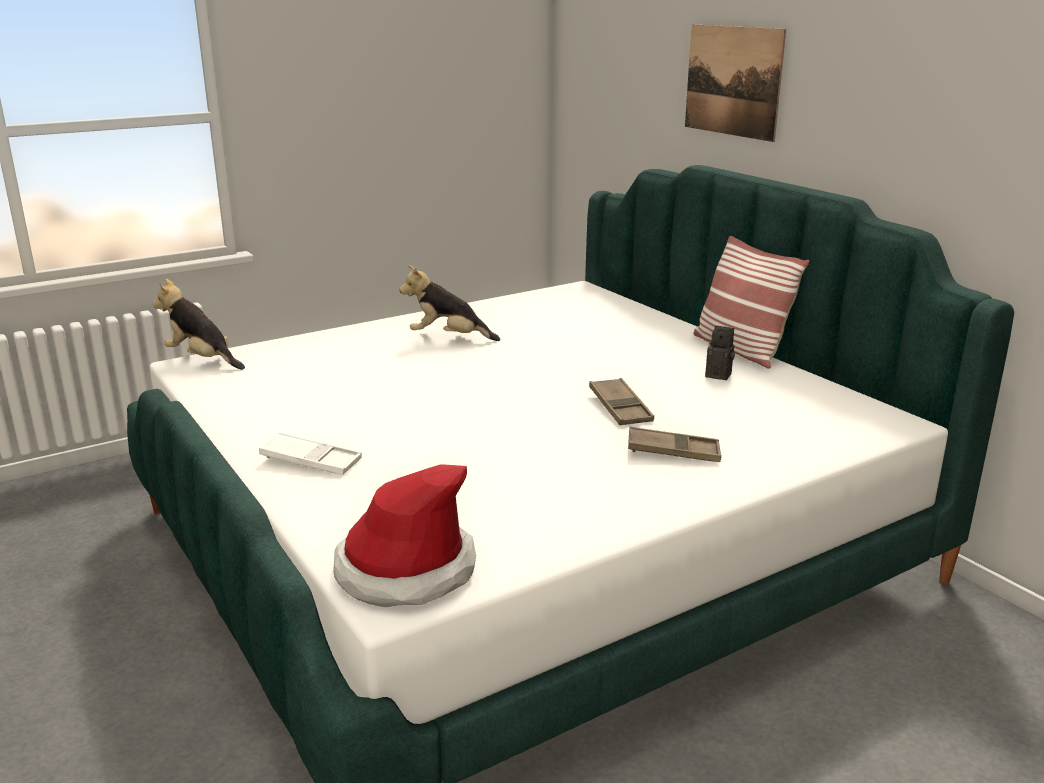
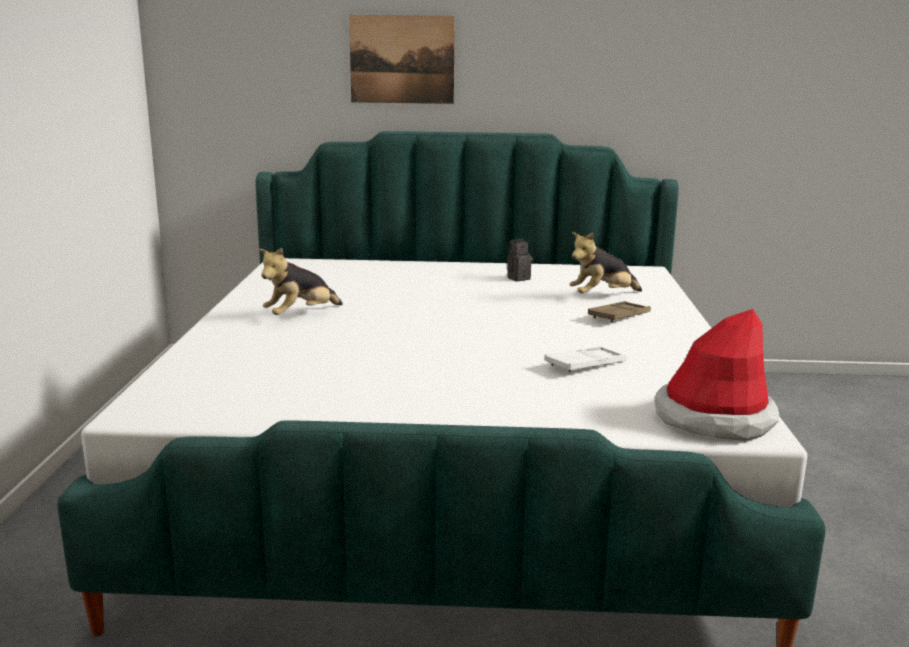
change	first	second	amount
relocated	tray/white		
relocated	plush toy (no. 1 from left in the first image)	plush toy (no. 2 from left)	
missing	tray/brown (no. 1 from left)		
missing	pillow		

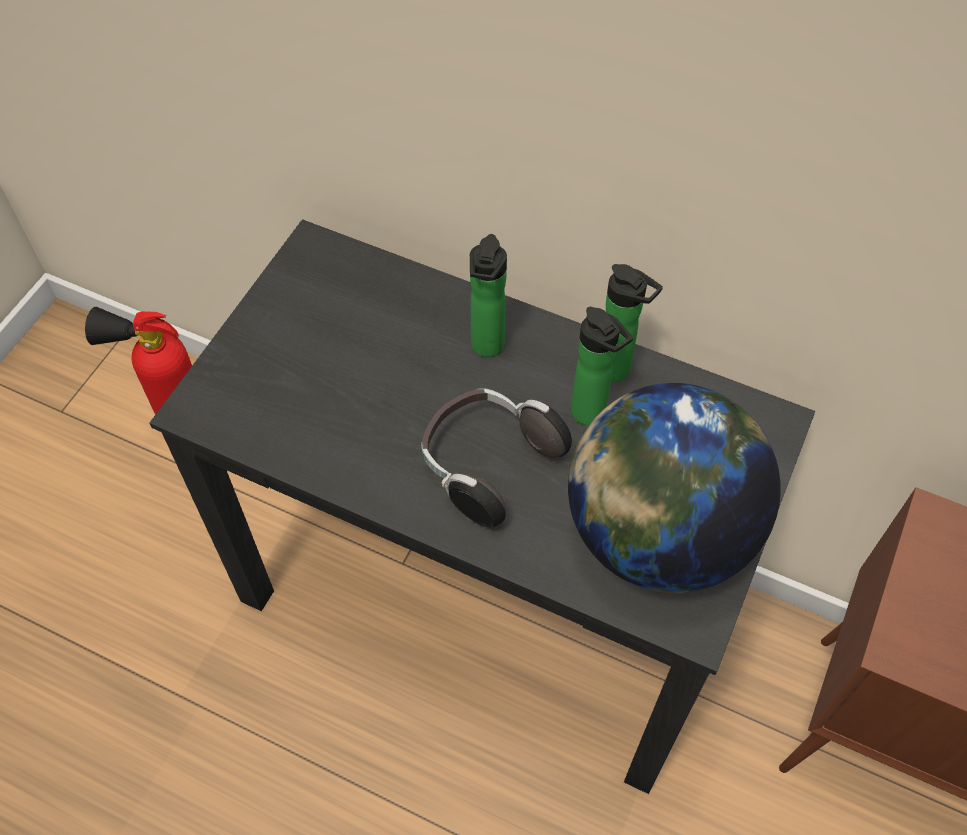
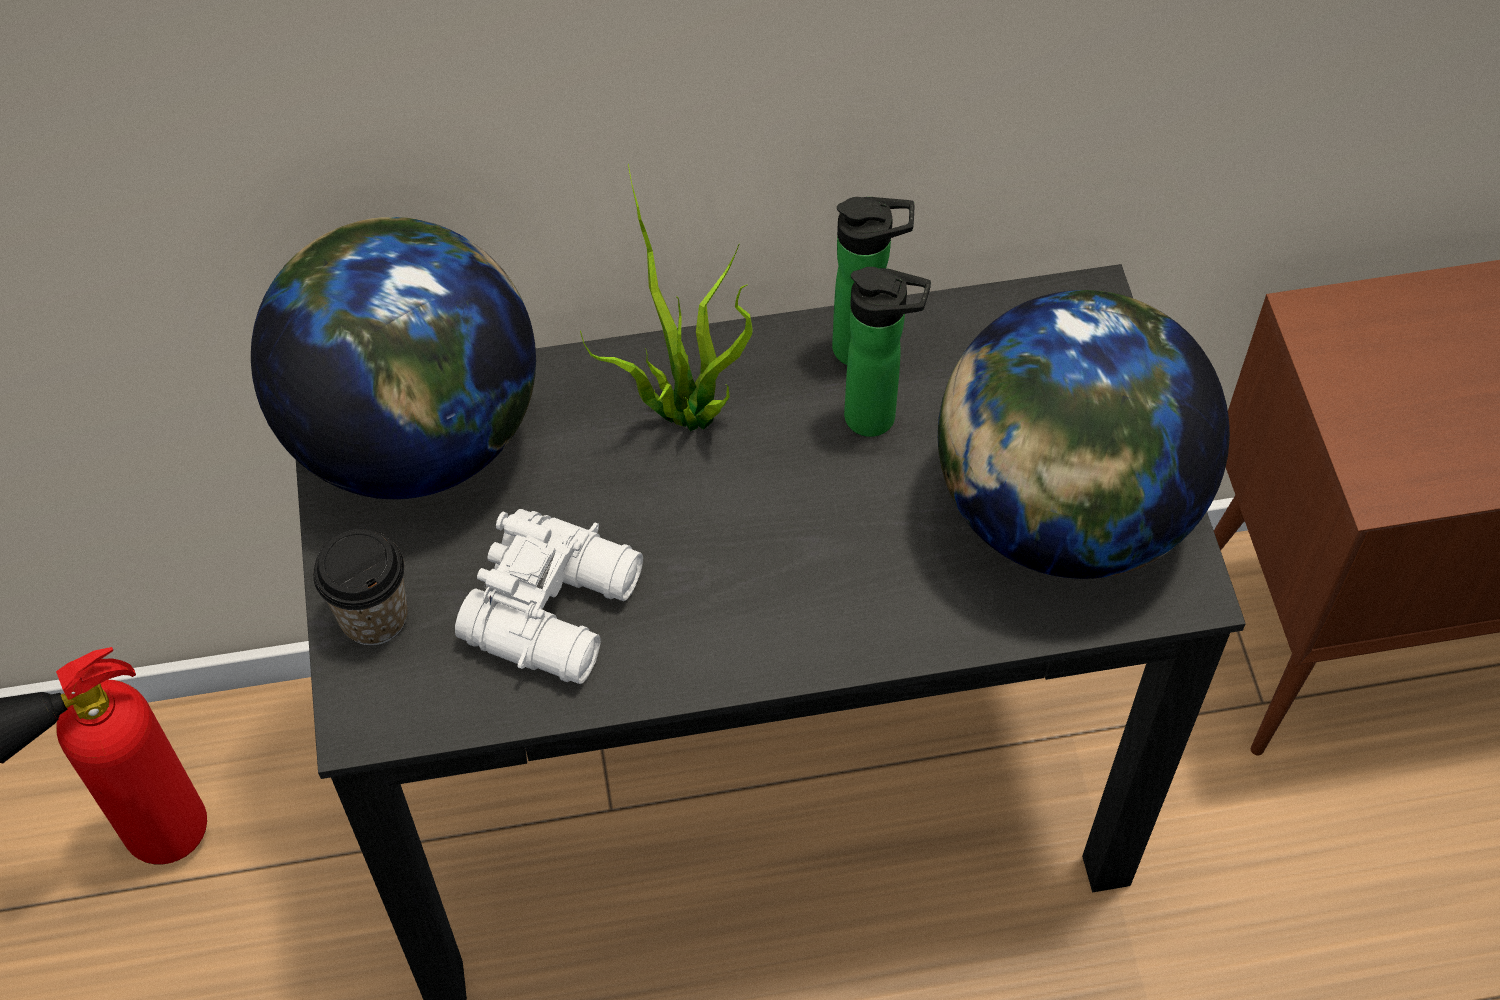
change	first	second	amount
appeared		globe (no. 1 from left)	
appeared		cup	
appeared		binoculars/white	
exchanged	bottle (no. 1 from left)	potted plant	
missing	headphones		

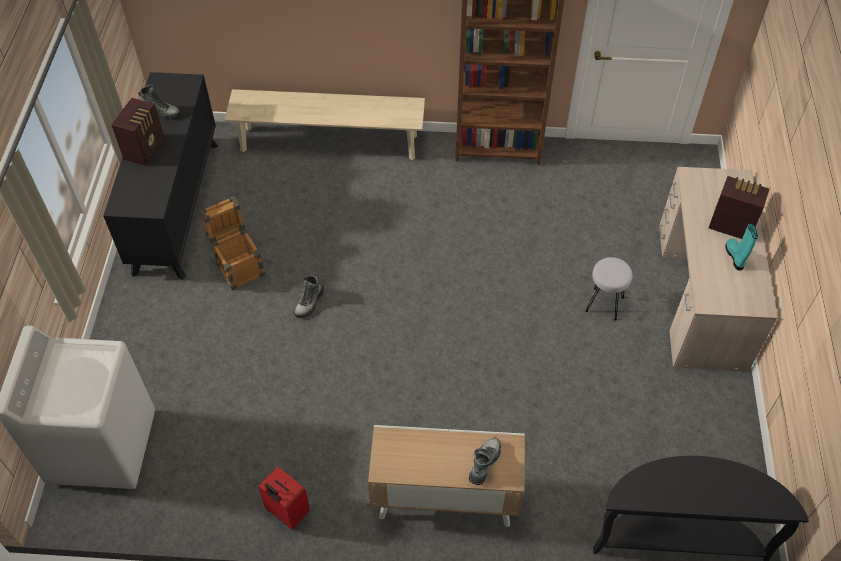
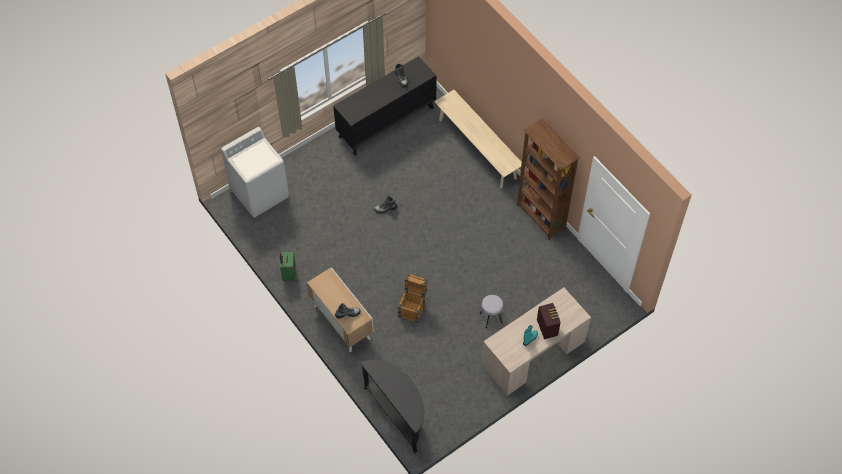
change	first	second	amount
colour	suitcase/red	suitcase/green	
relocated	crate		
missing	radio (no. 1 from left)		

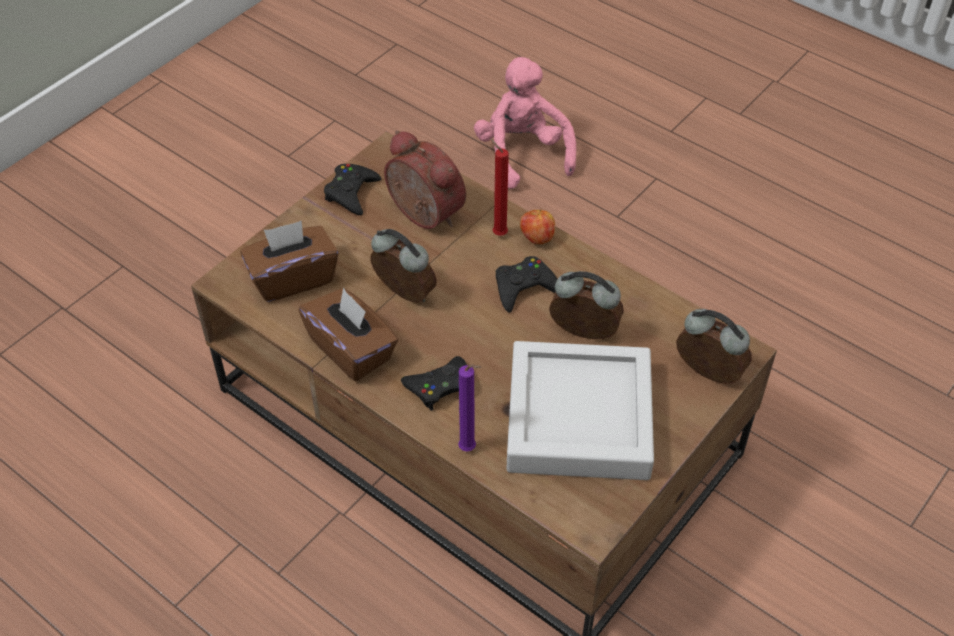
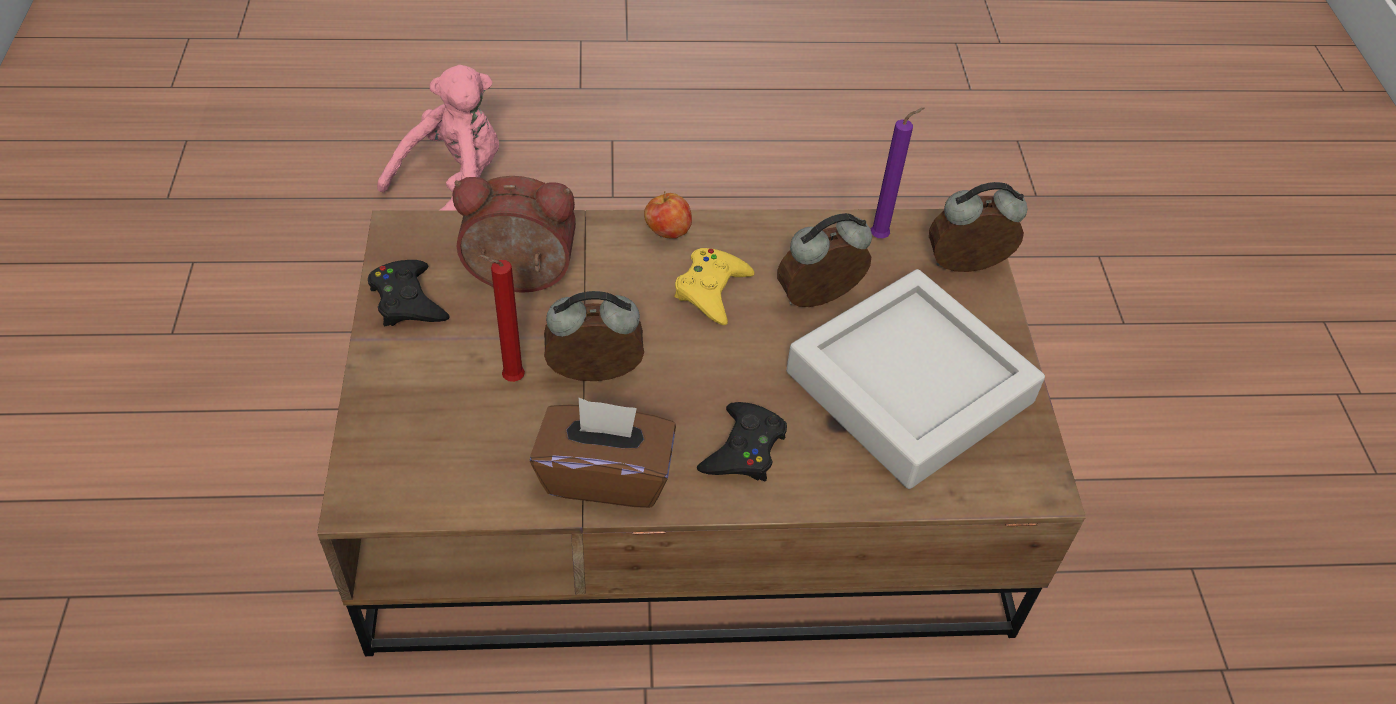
change	first	second	amount
spun	plush toy/pink		105 degrees clockwise
relocated	candle/red		
colour	game controller/black (no. 3 from left)	game controller/yellow	
relocated	candle/purple		
missing	tissue box/brown (no. 1 from left)		

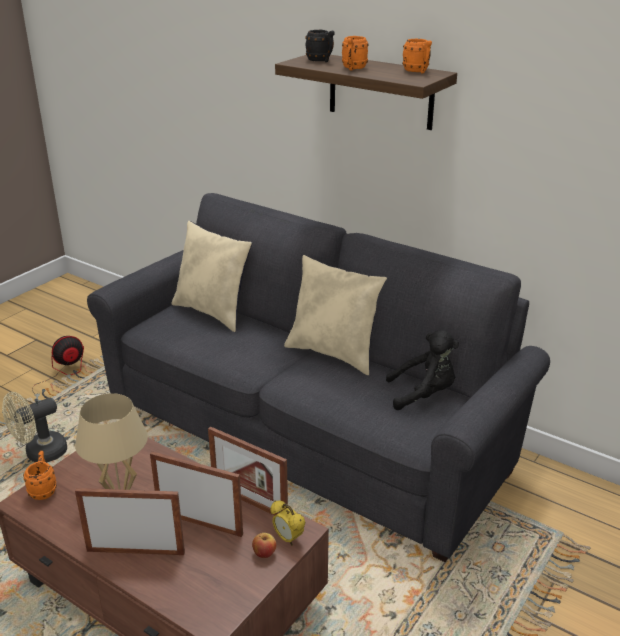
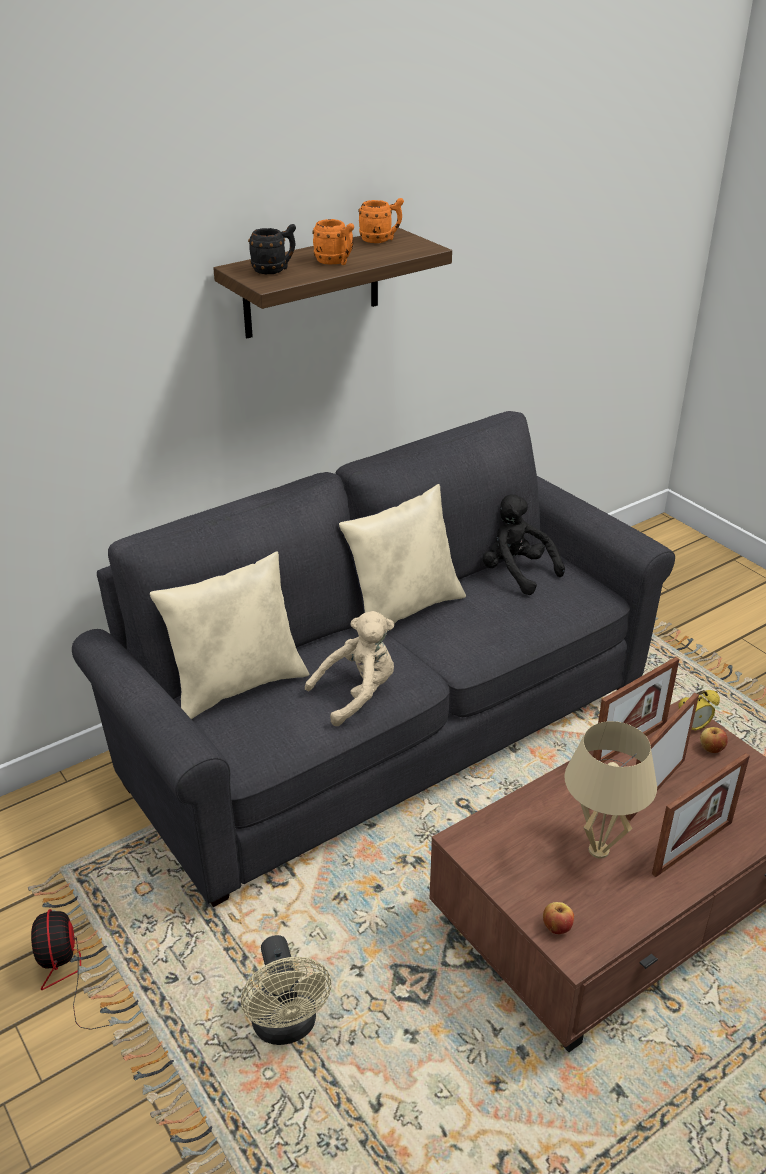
change	first	second	amount
appeared		plush toy/beige	
spun	plush toy/black		60 degrees counterclockwise
exchanged	mug/orange (no. 1 from left)	apple (no. 1 from left)	
spun	picture frame (no. 1 from left in the first image)	picture frame (no. 3 from left)	150 degrees counterclockwise

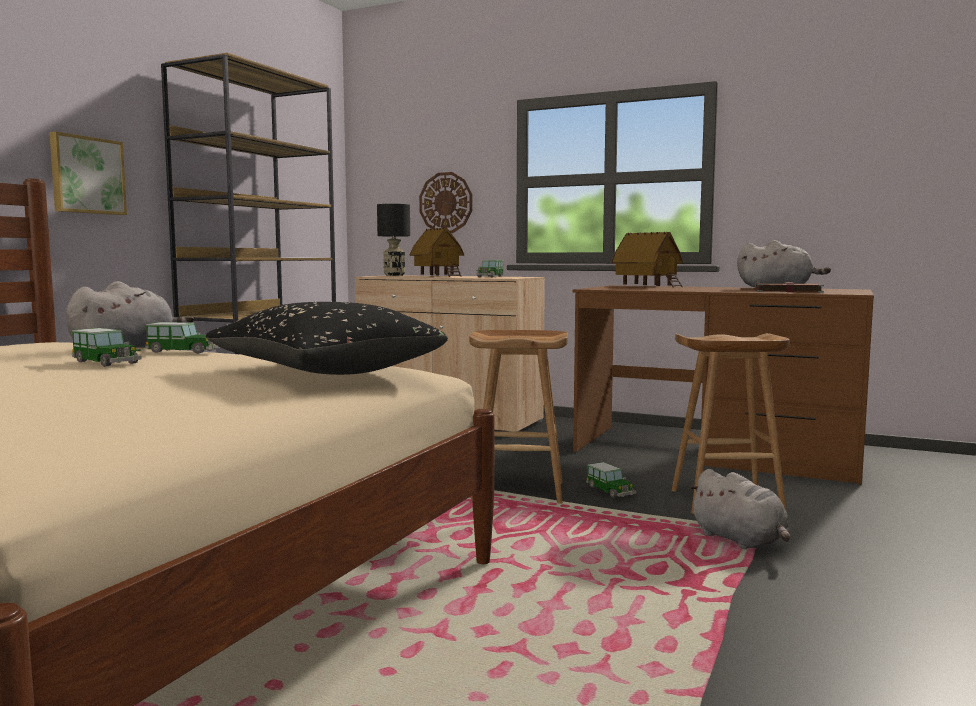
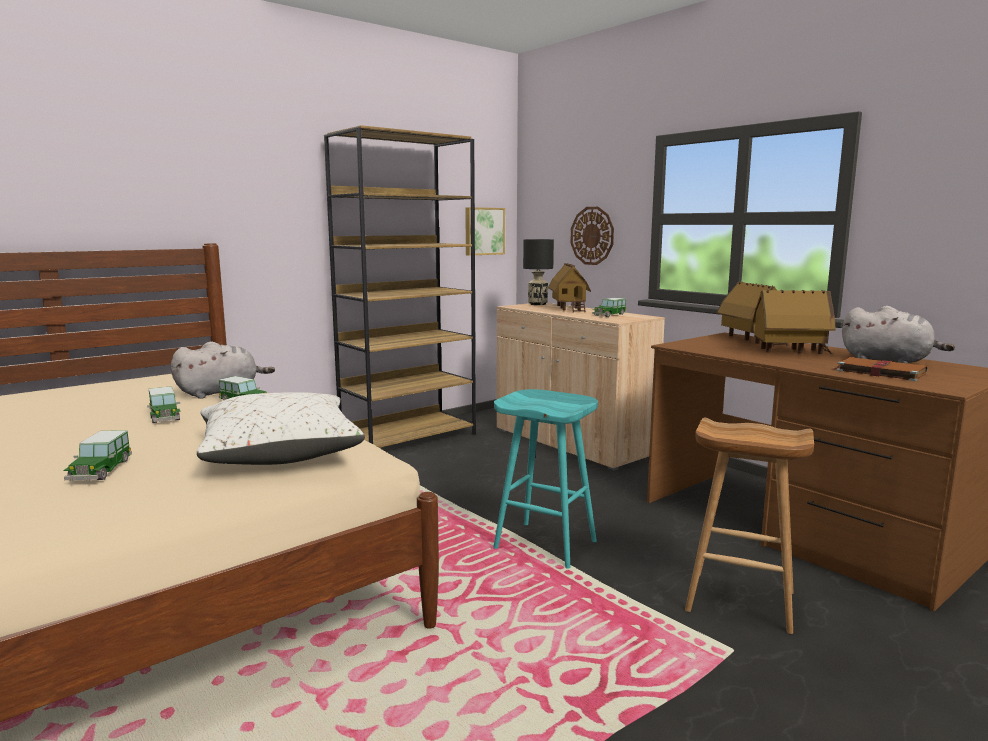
change	first	second	amount
relocated	toy car (no. 4 from left in the first image)	toy car (no. 1 from left)	
colour	pillow/black	pillow/white	
relocated	picture		
colour	stool/brown (no. 1 from left)	stool/turquoise	
appeared		toy house (no. 3 from left)	
missing	plush toy/grey (no. 2 from left)		

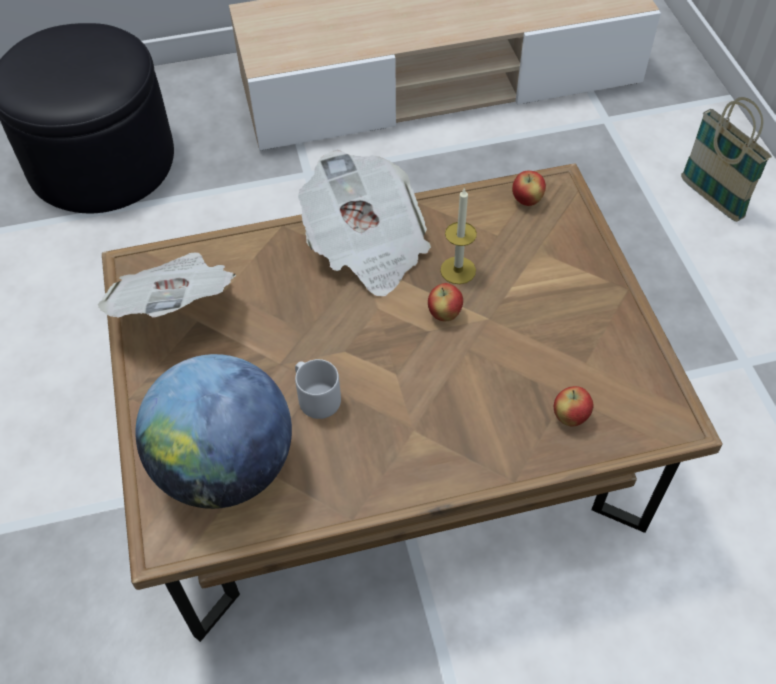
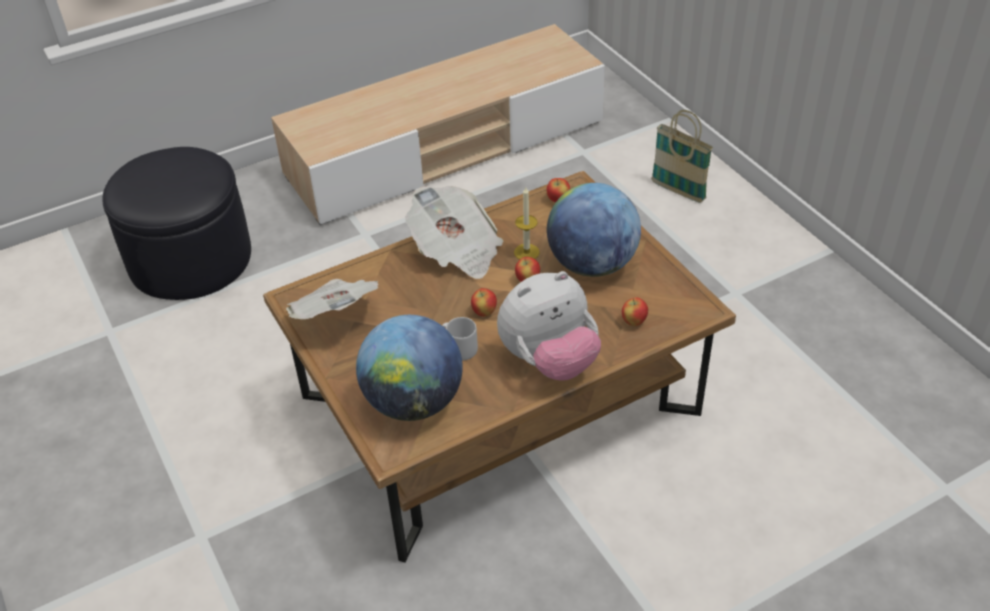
change	first	second	amount
appeared		apple (no. 1 from left)	
appeared		plush toy	
appeared		globe (no. 2 from left)	

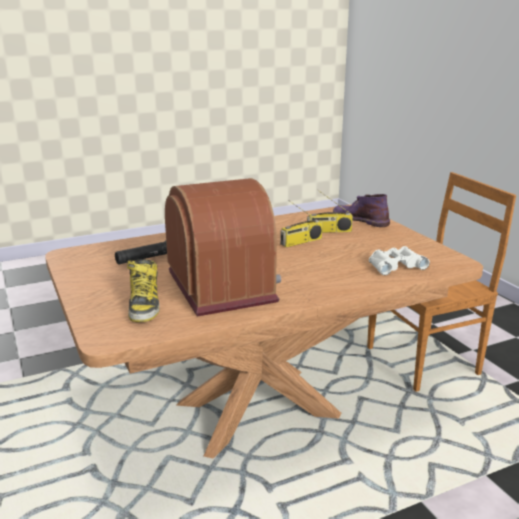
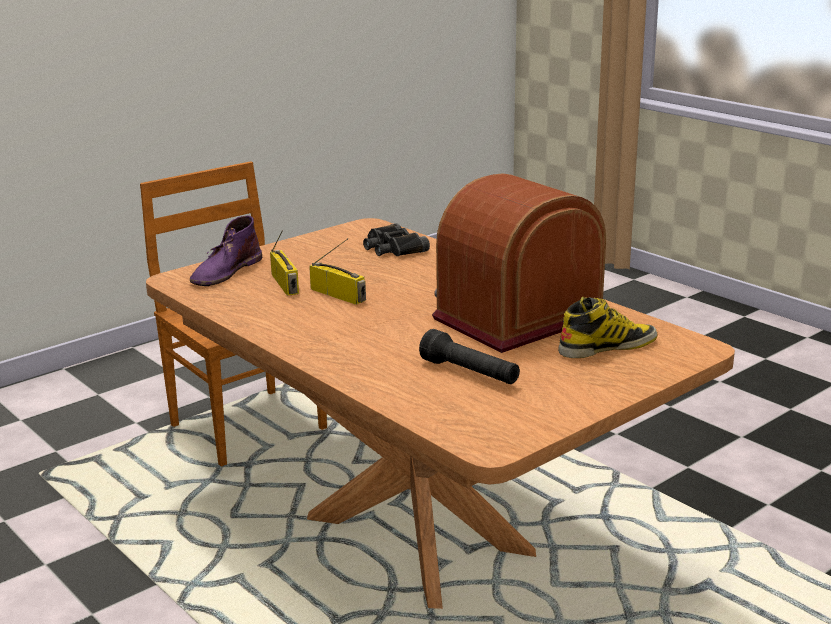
change	first	second	amount
colour	binoculars/white	binoculars/black	

